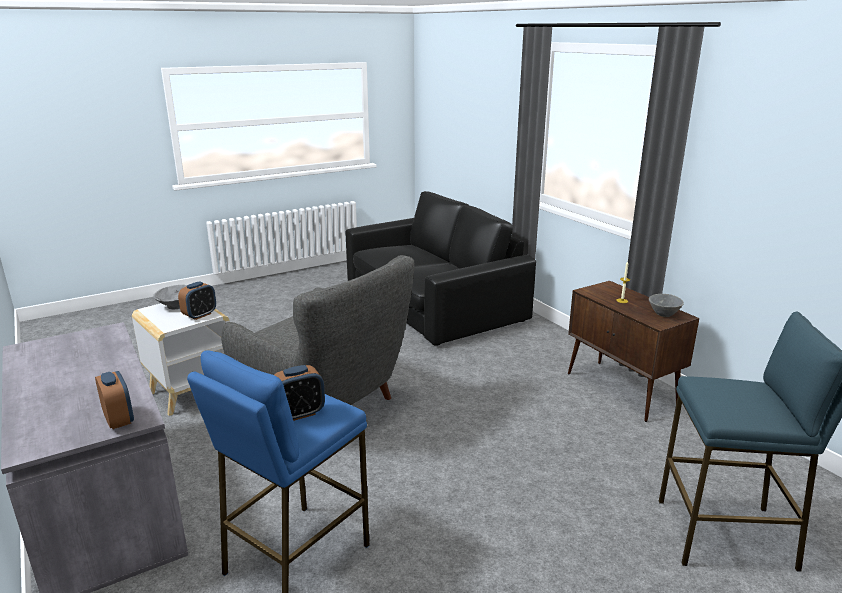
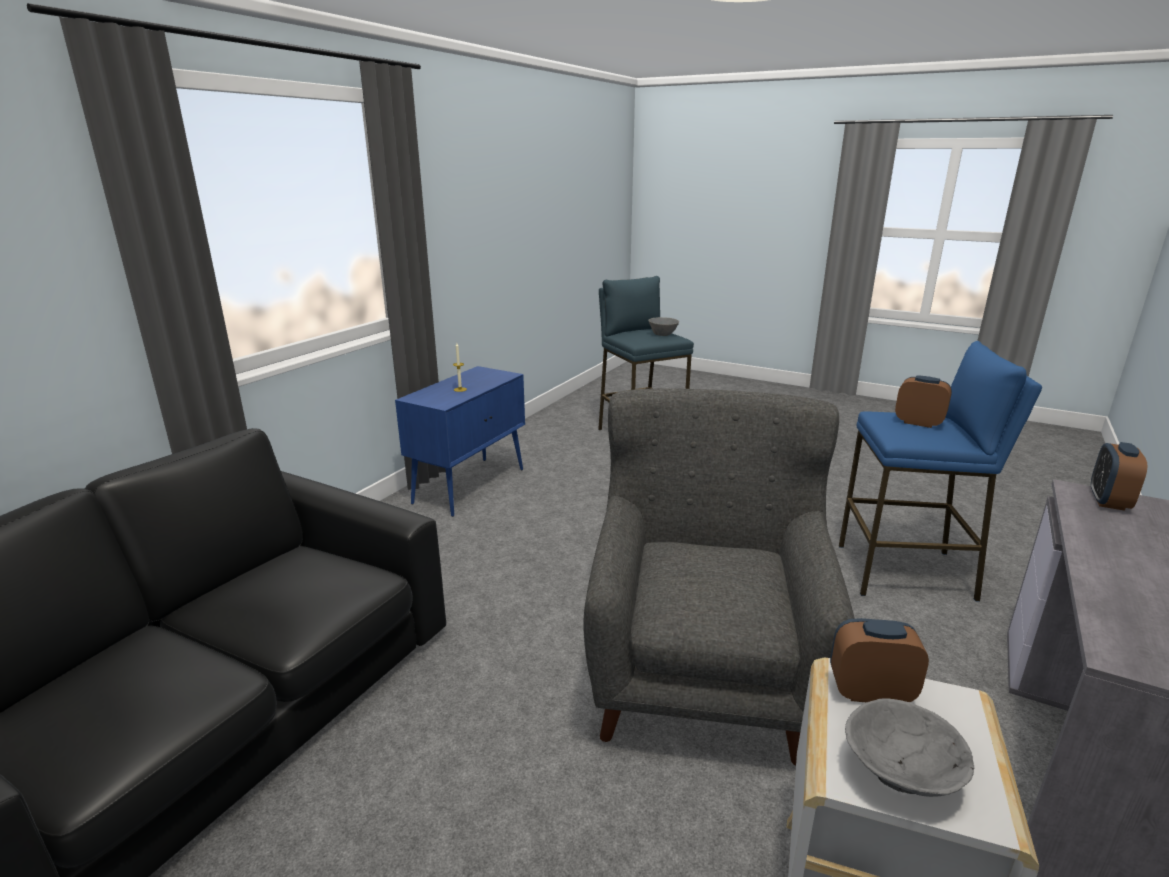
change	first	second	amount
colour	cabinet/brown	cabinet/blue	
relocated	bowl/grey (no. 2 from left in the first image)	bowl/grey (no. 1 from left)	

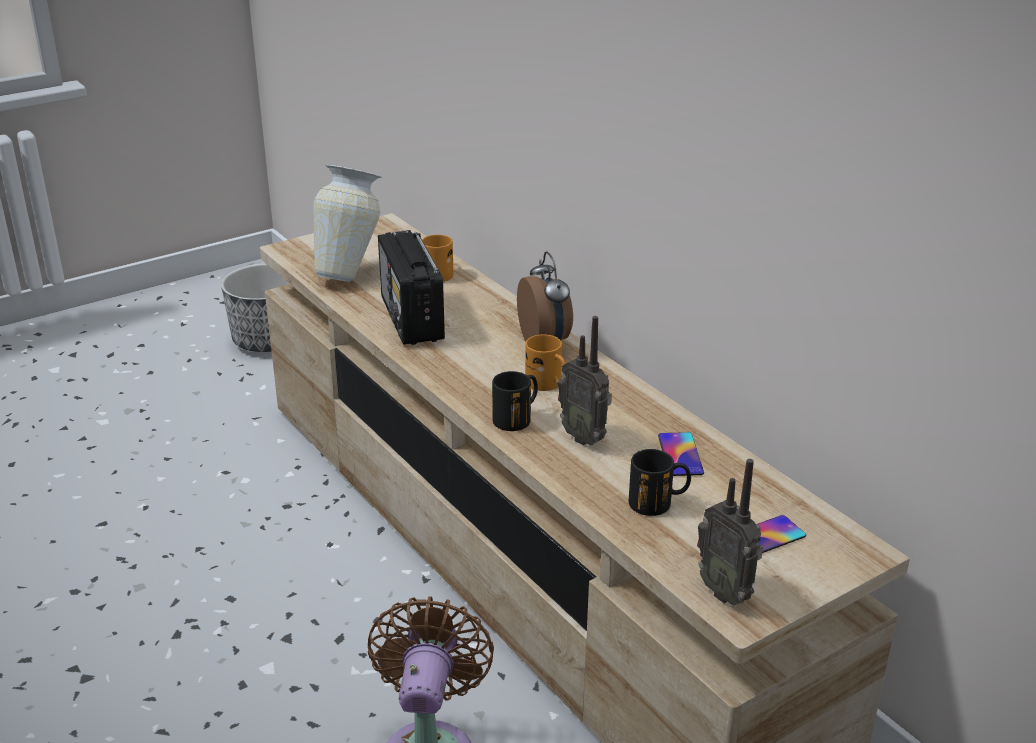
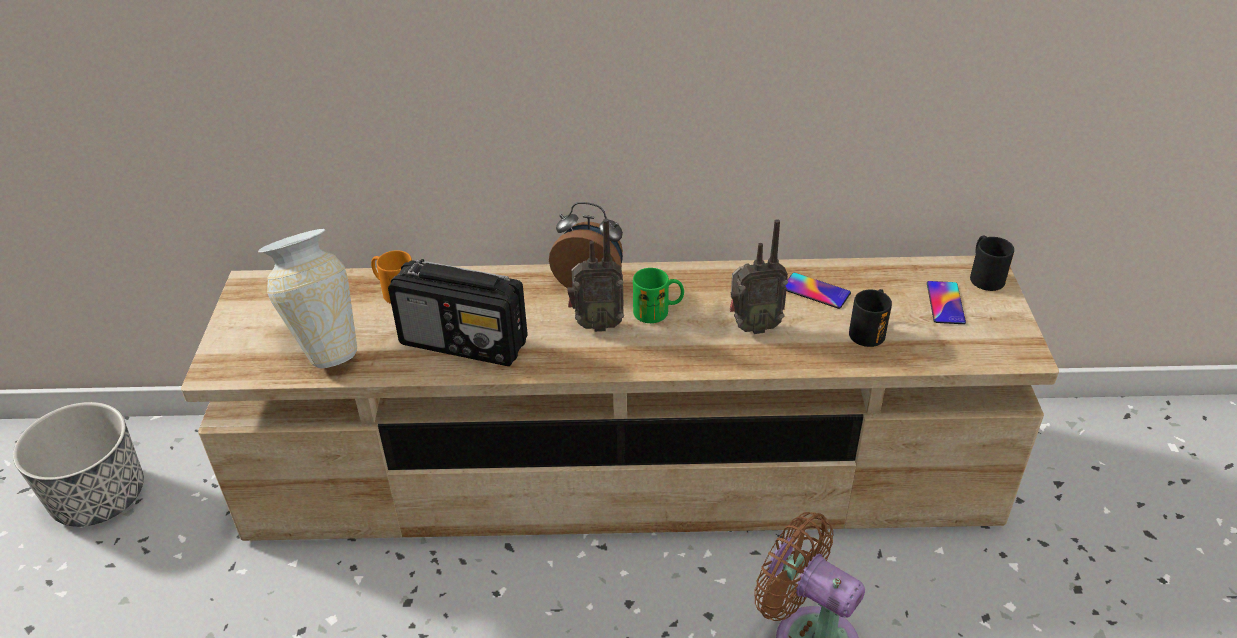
change	first	second	amount
relocated	radio (no. 3 from left in the first image)	radio (no. 2 from left)	
colour	mug/orange (no. 2 from left)	mug/green	
relocated	mug/black (no. 1 from left in the first image)	mug/black (no. 2 from left)	

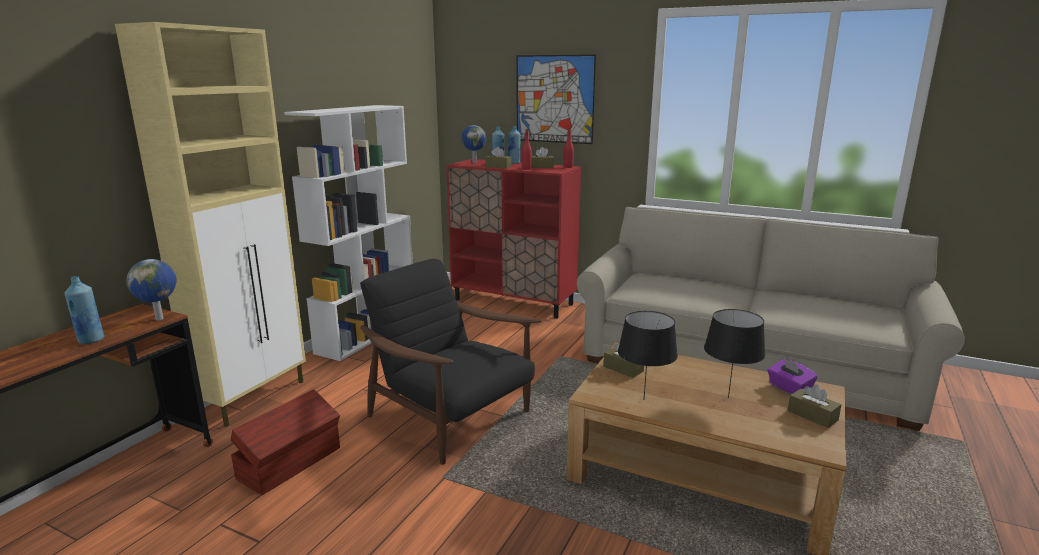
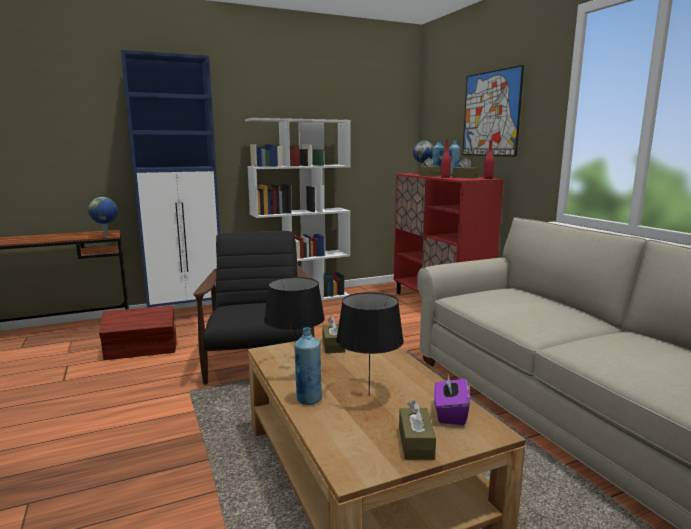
change	first	second	amount
colour	cabinet/beige	cabinet/blue	
relocated	bottle/blue (no. 1 from left)		

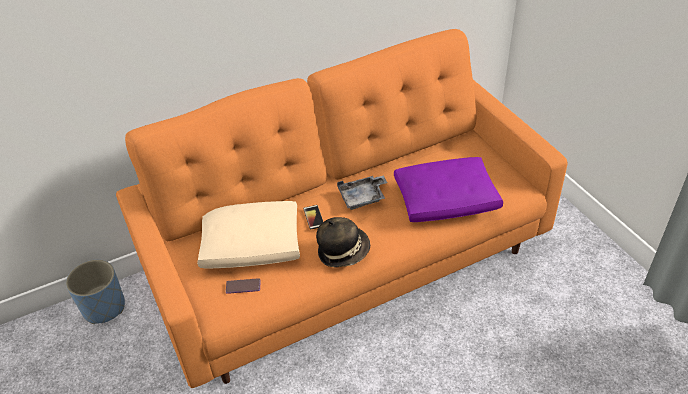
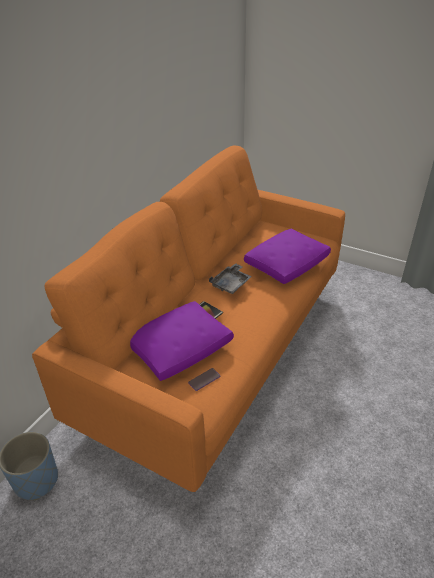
change	first	second	amount
colour	pillow/beige	pillow/purple (no. 1 from left)	
missing	hat		

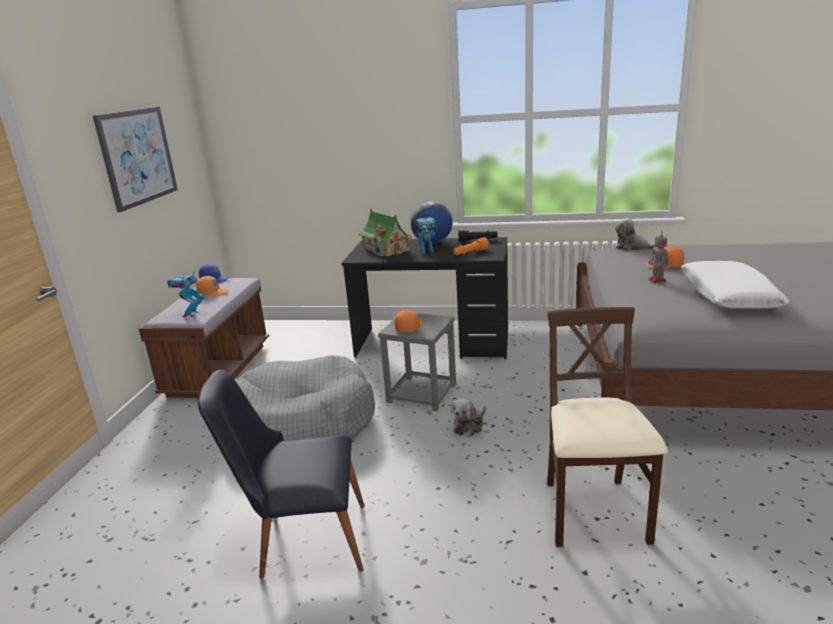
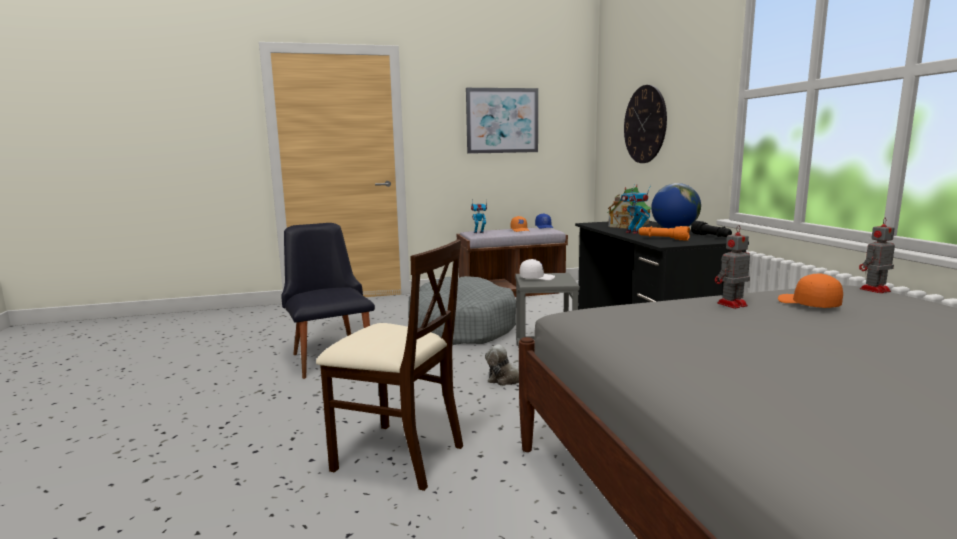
change	first	second	amount
spun	chair/beige		45 degrees clockwise
colour	cap/orange (no. 2 from left)	cap/white	
appeared		wall clock	
exchanged	plush toy (no. 2 from left)	toy robot (no. 4 from left)	
missing	pillow/white		

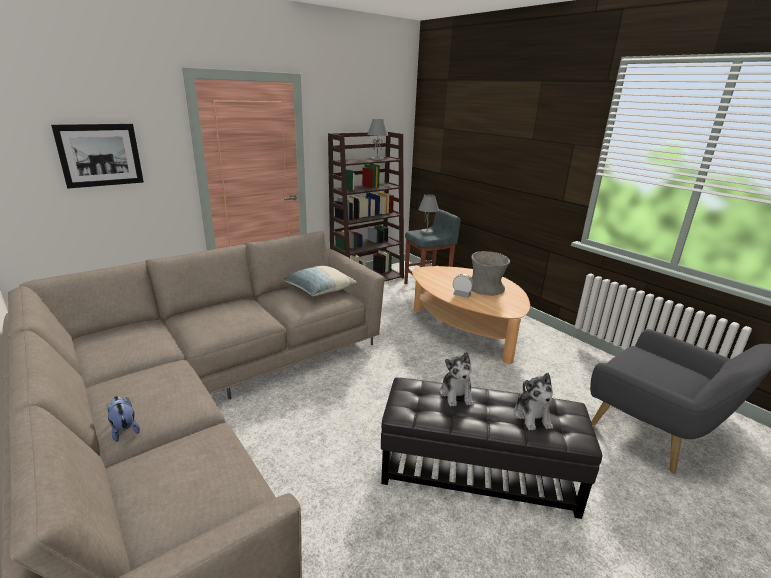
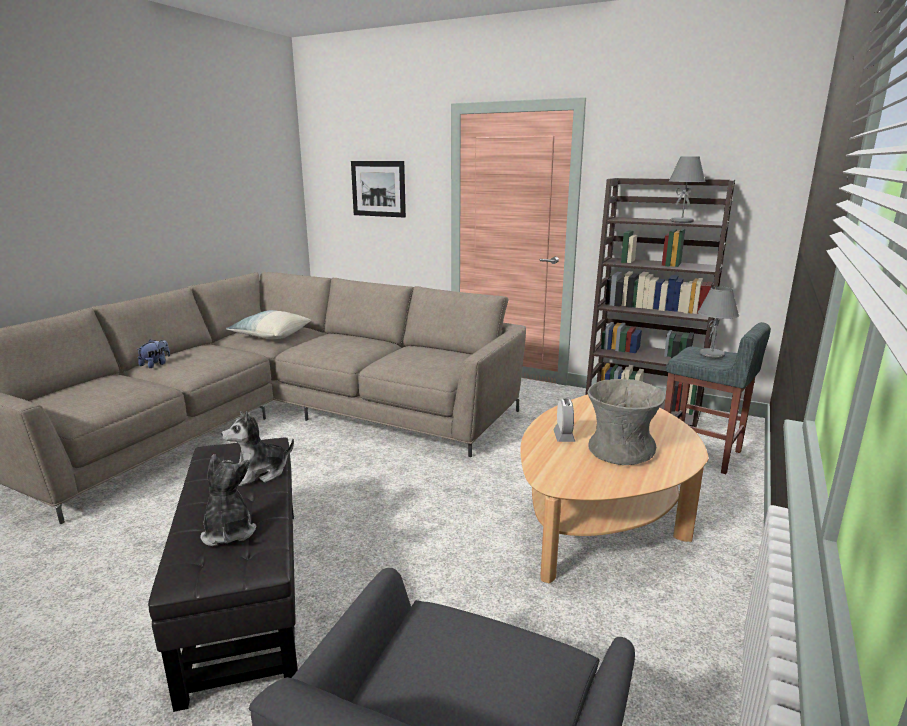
change	first	second	amount
spun	plush toy (no. 3 from left in the first image)	plush toy (no. 2 from left)	105 degrees clockwise
relocated	pillow		

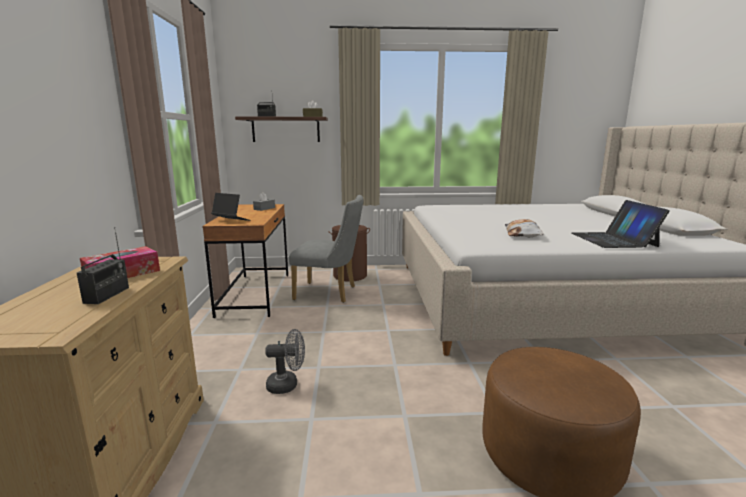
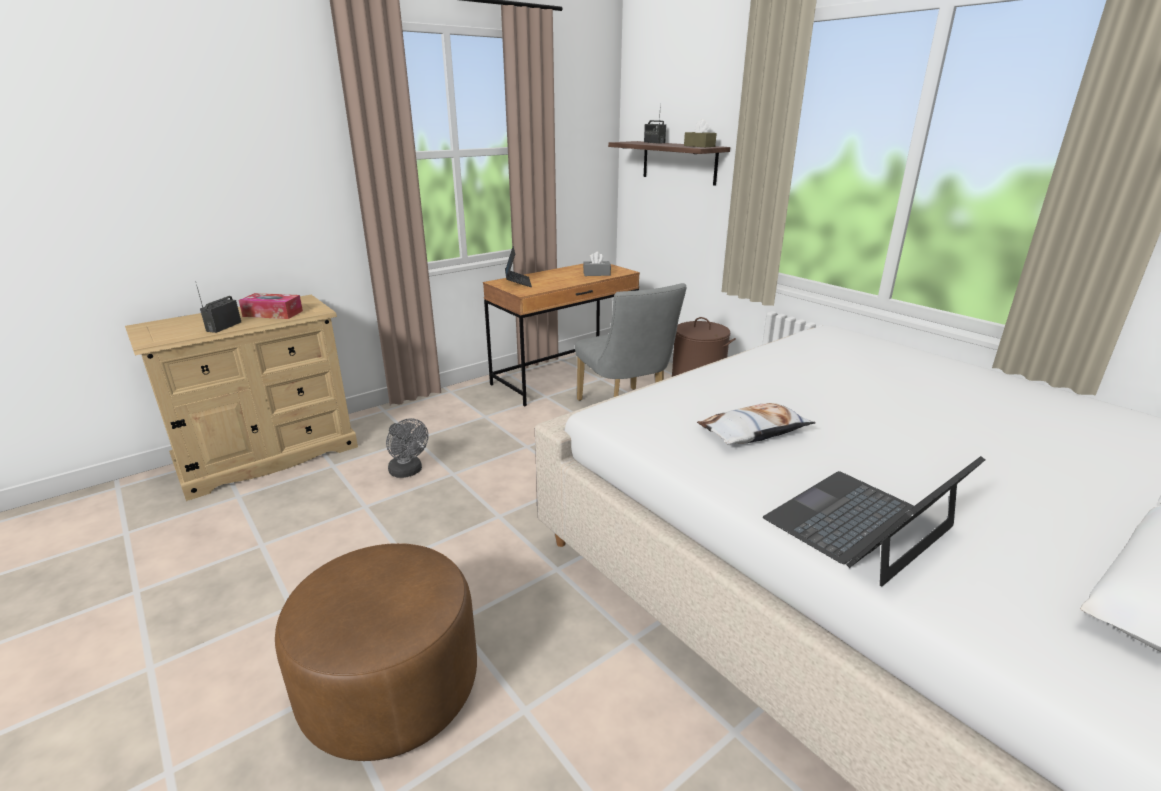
change	first	second	amount
spun	radio (no. 1 from left)		135 degrees clockwise

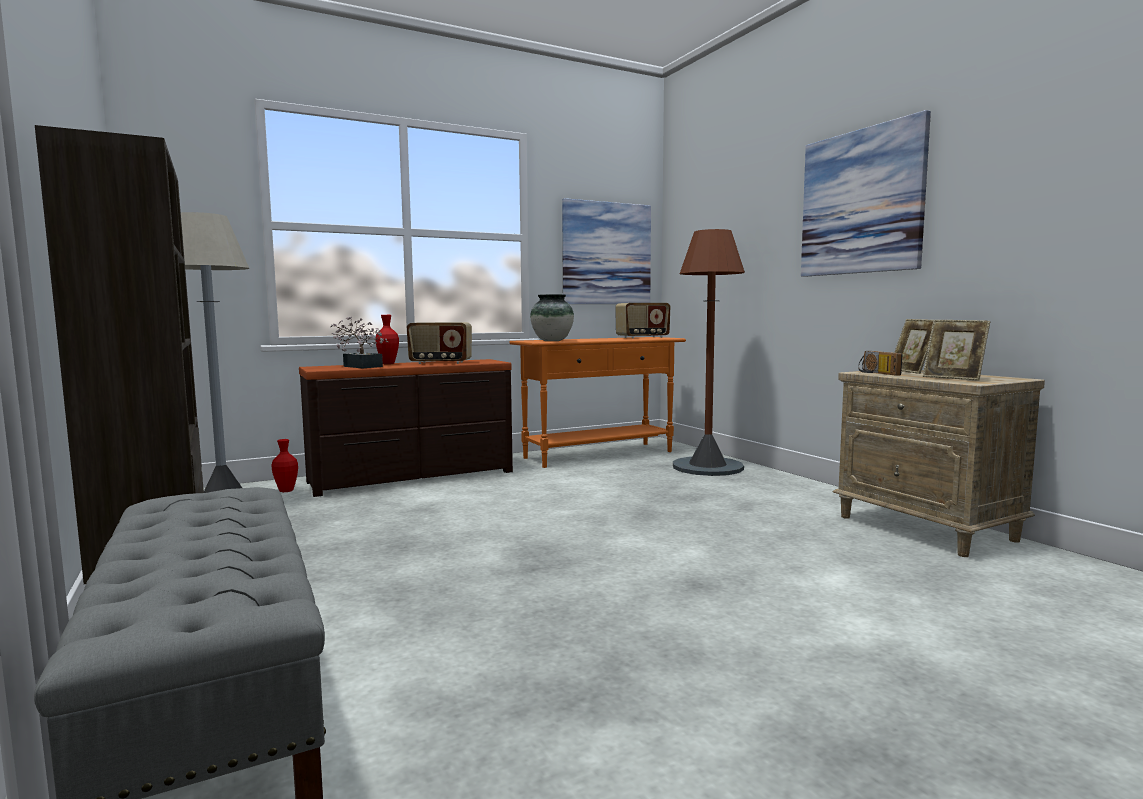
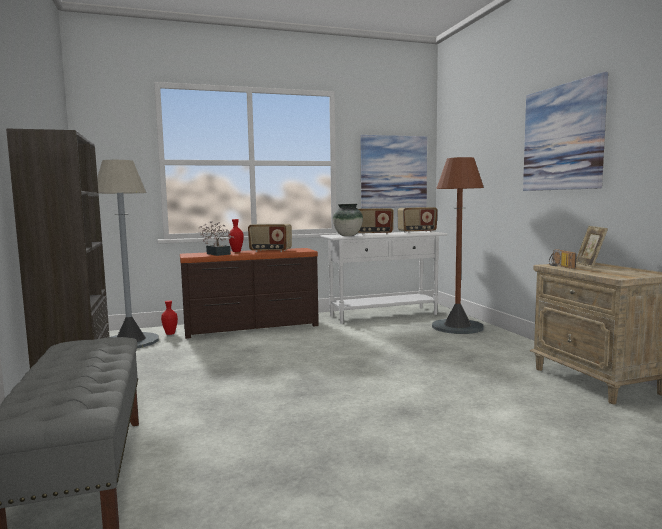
change	first	second	amount
colour	console table/orange	console table/white	
appeared		radio (no. 2 from left)	
missing	picture frame (no. 2 from left)		

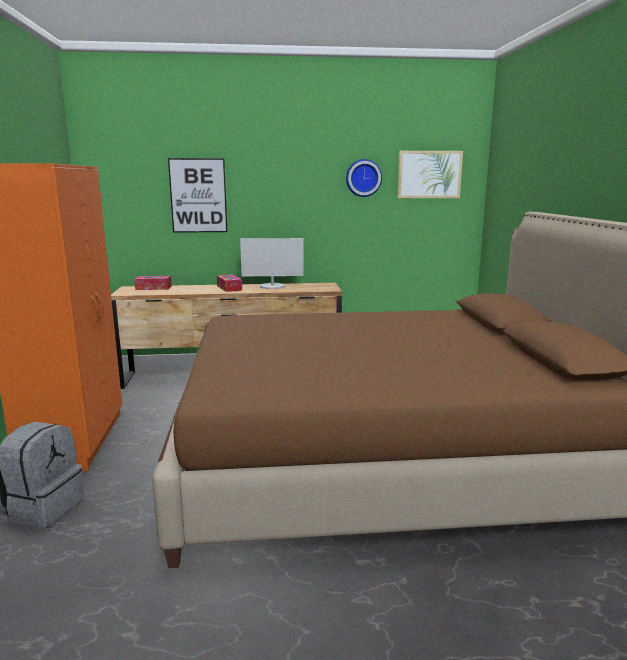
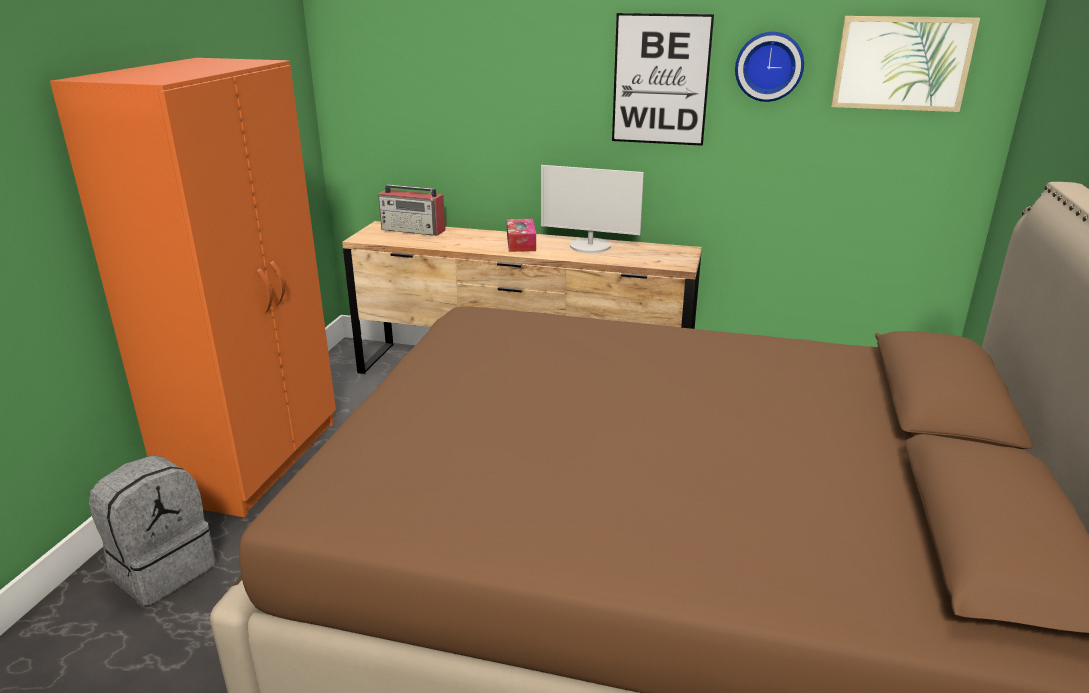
change	first	second	amount
exchanged	tissue box (no. 1 from left)	radio	
relocated	picture (no. 1 from left)		

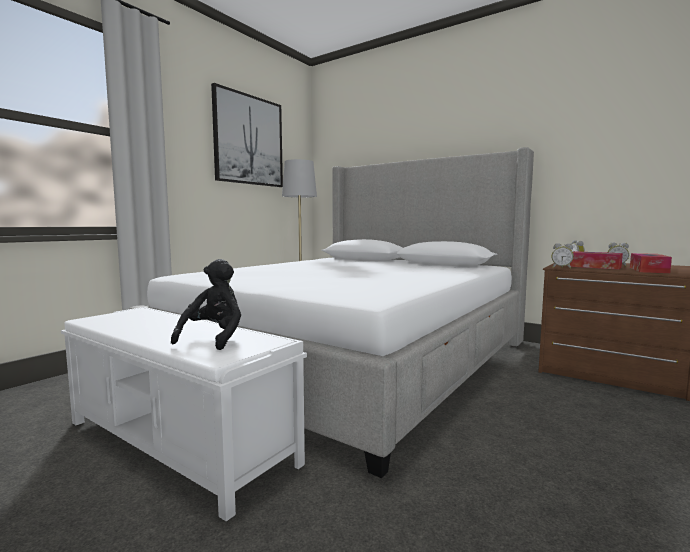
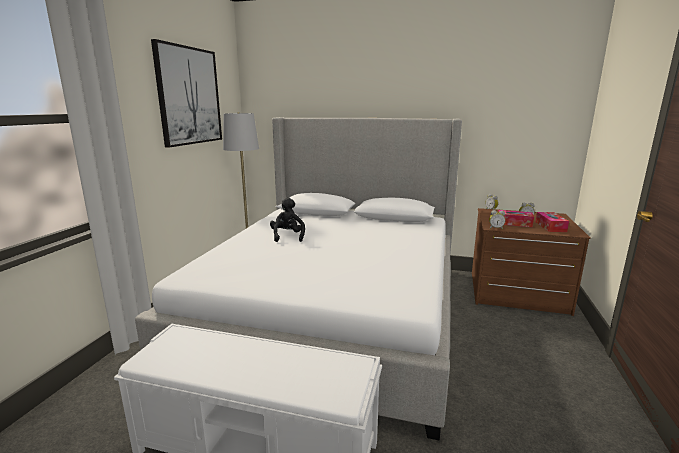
change	first	second	amount
relocated	plush toy/black		

